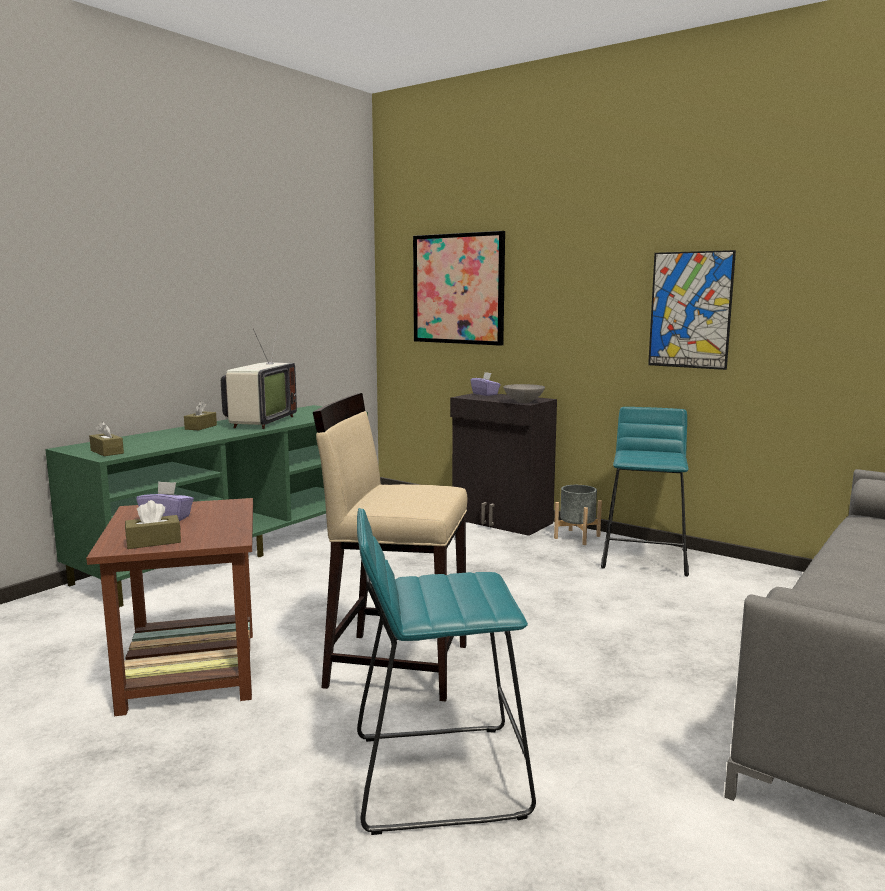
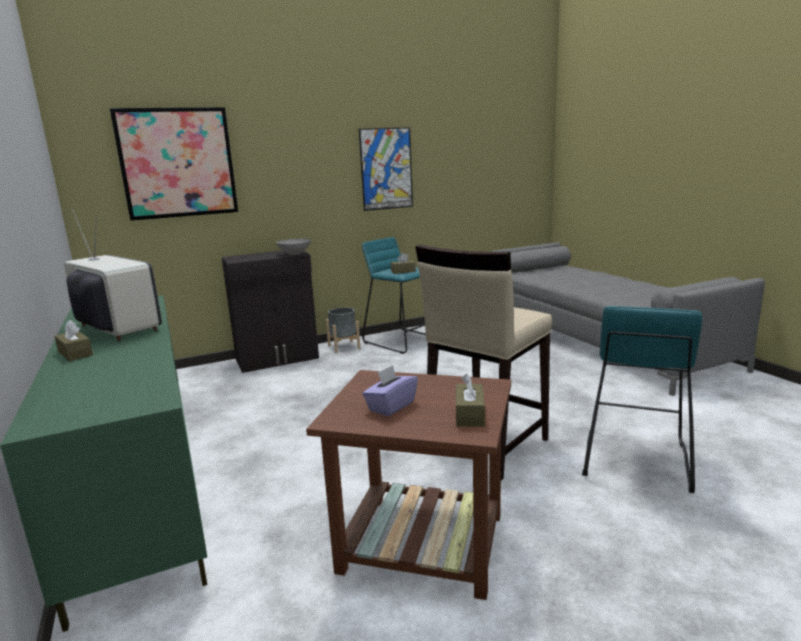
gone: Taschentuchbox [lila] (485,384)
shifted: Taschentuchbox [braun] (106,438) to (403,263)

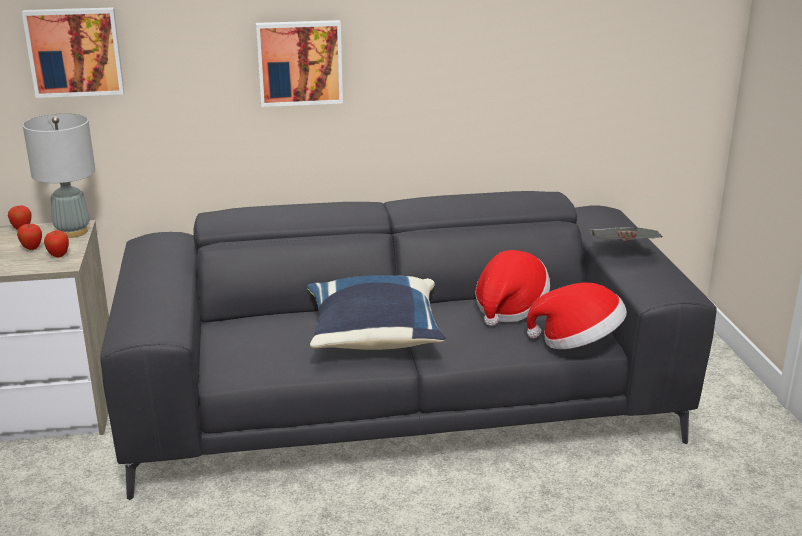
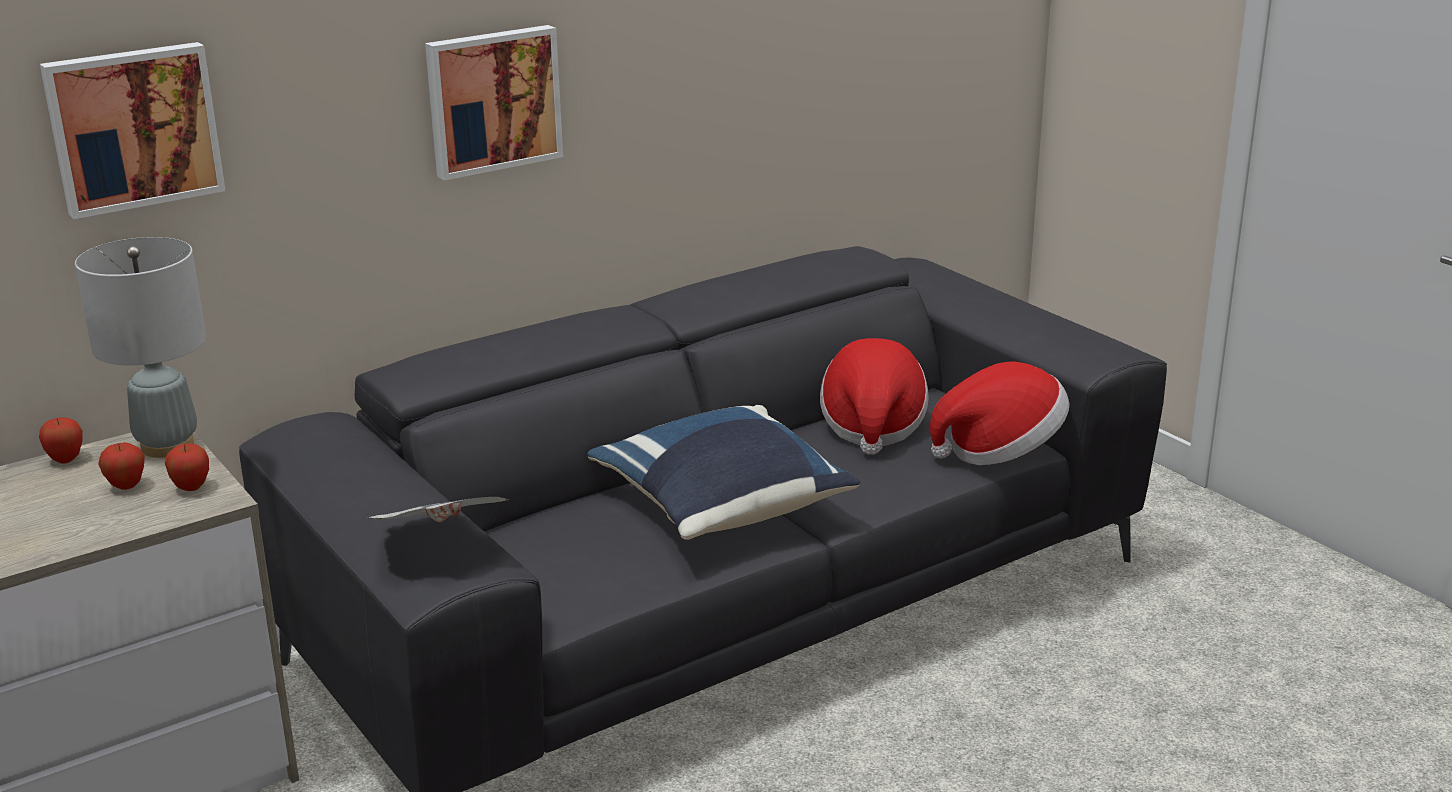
shifted: Zeitung (626,234) to (439,509)

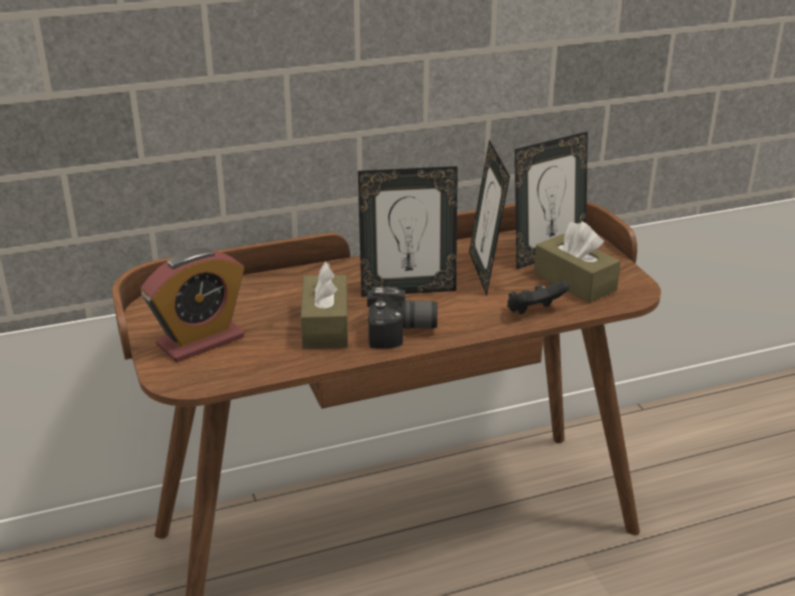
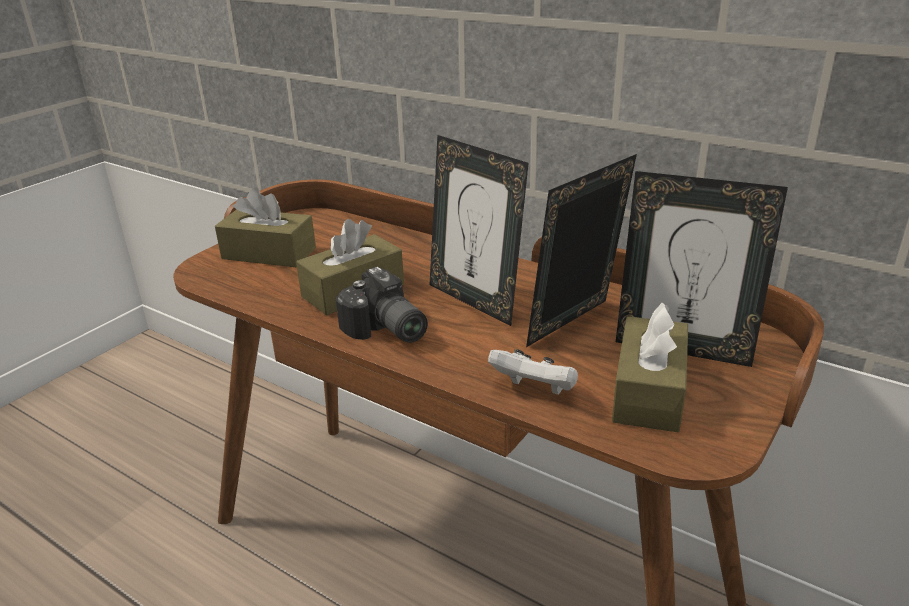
swapped: Wecker (192,305) to Taschentuchbox [braun] (265,227)
repainted: Gamepad [schwarz] (538,297) to Gamepad [weiß] (533,372)

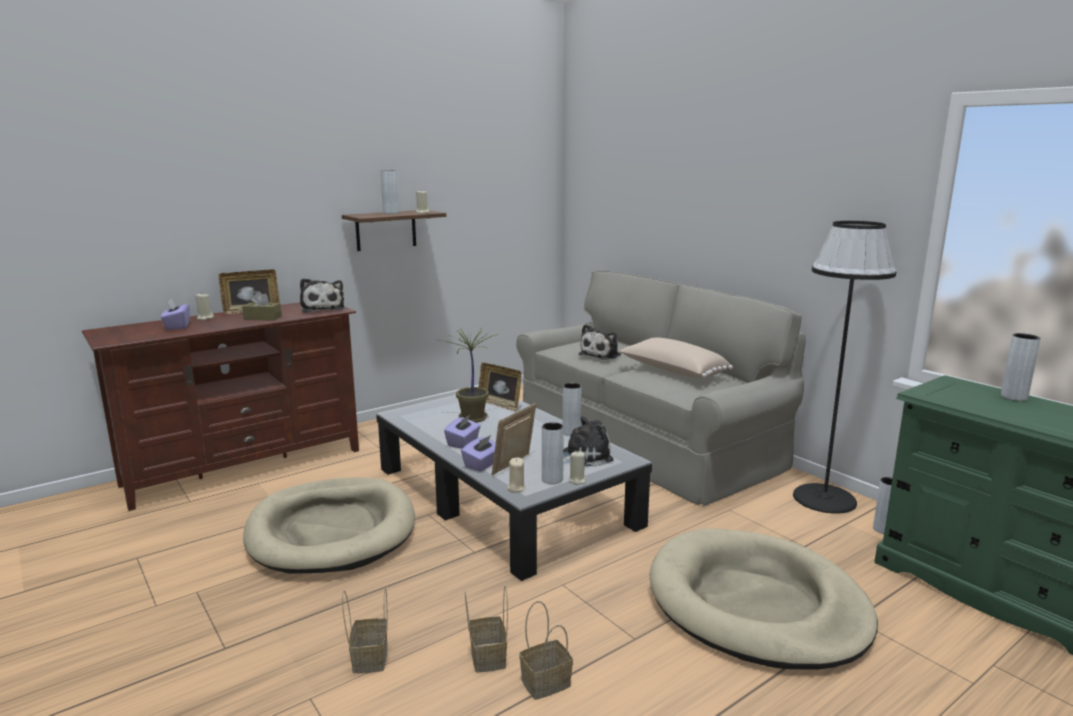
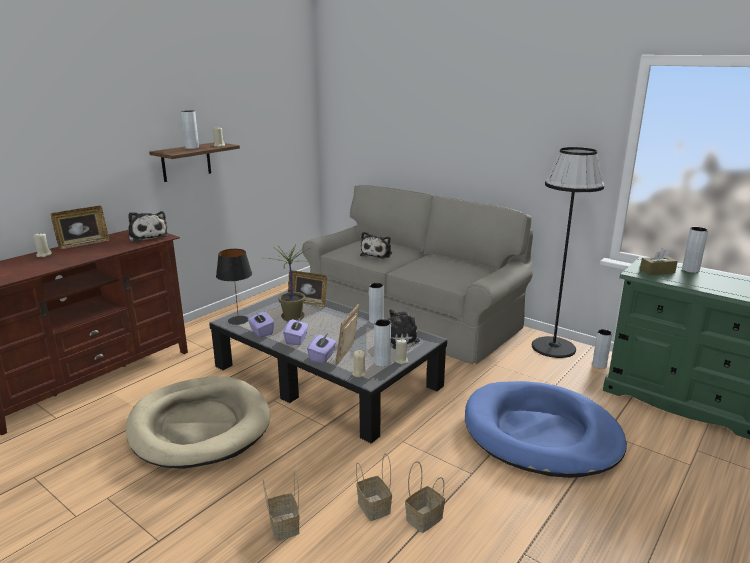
gone: Kissen [beige] (676,358)
new: Tischlampe [schwarz] (234,287)
shifted: Taschentuchbox [braun] (262,306) to (659,261); Taschentuchbox [lila] (175,314) to (261,324)
repainted: Hundebett [beige] (764,599) to Hundebett [blau] (546,429)

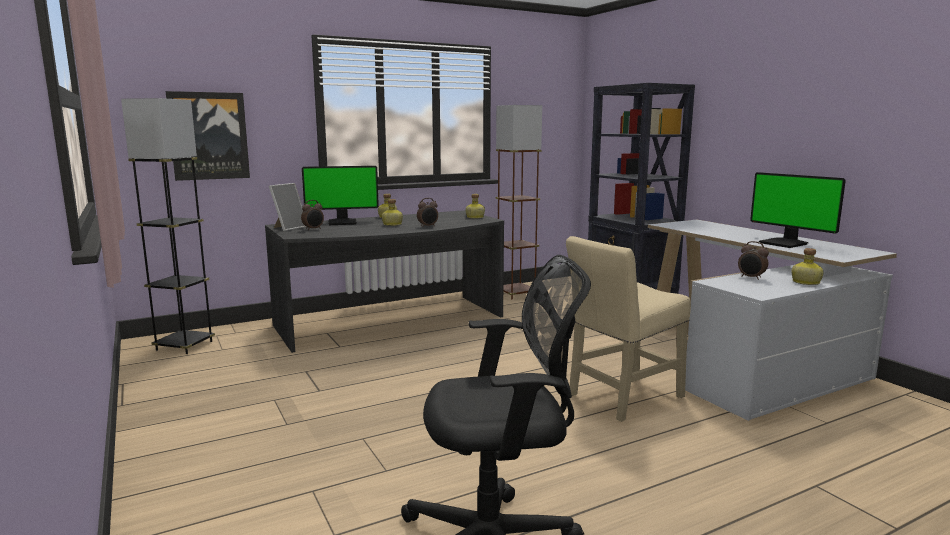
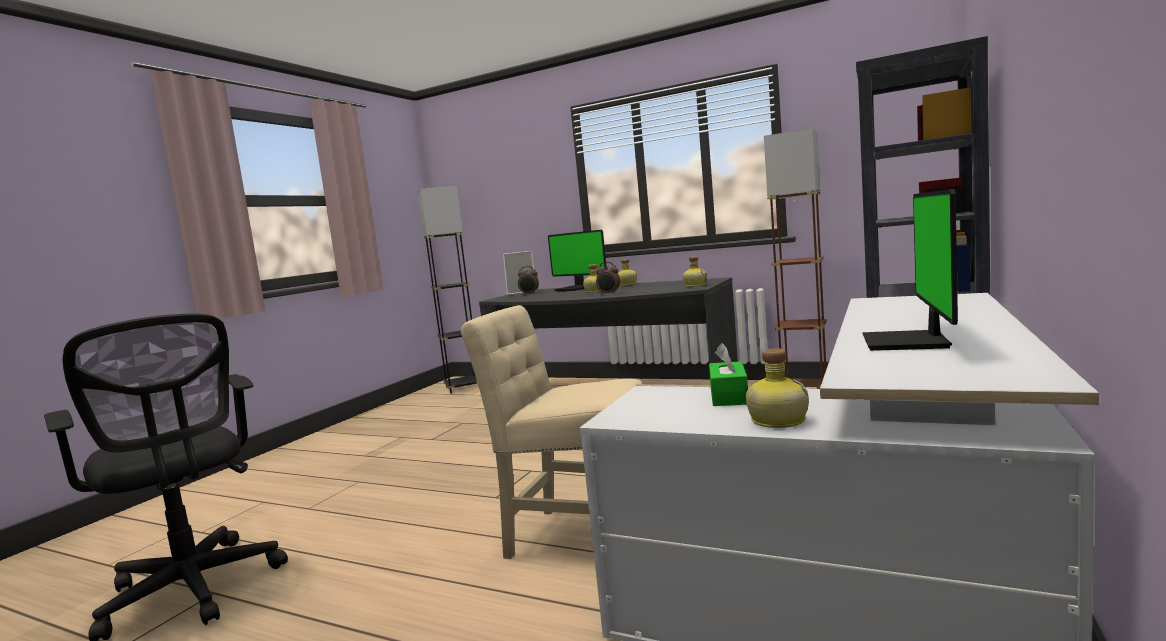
gone: Bild (208,136)
swapped: Wecker (753,260) to Taschentuchbox [grün] (728,374)

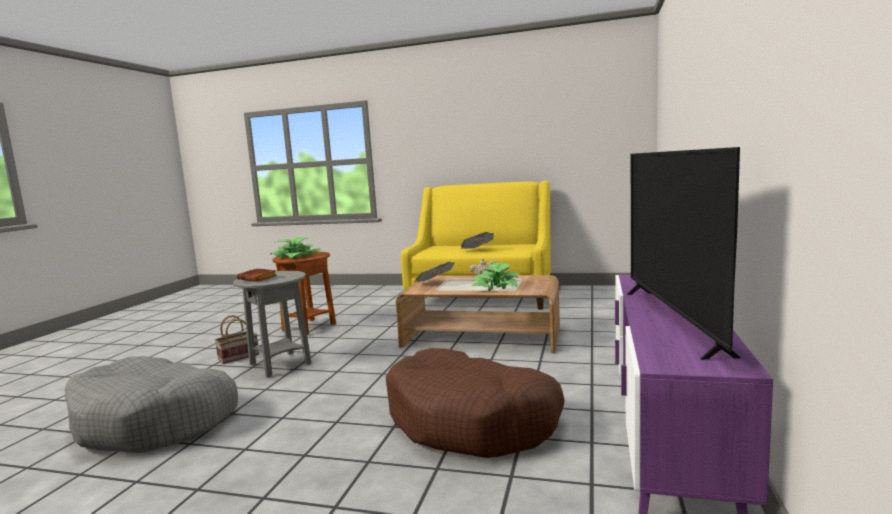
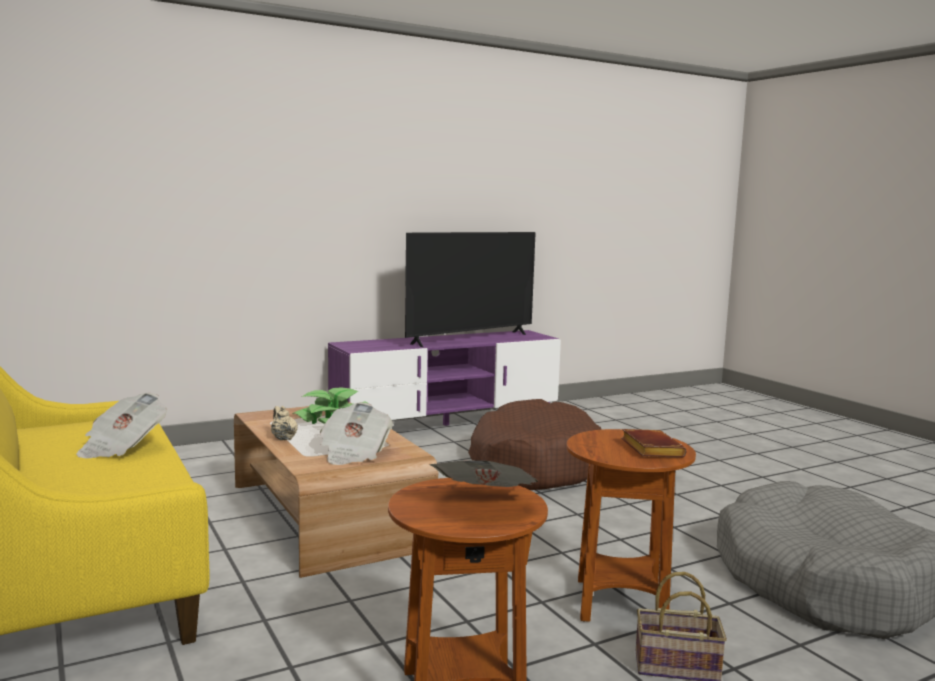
swapped: Topfpflanze (295,248) to Zeitung (483,473)
repainted: Beistelltisch [grau] (272,324) to Beistelltisch [braun] (631,525)

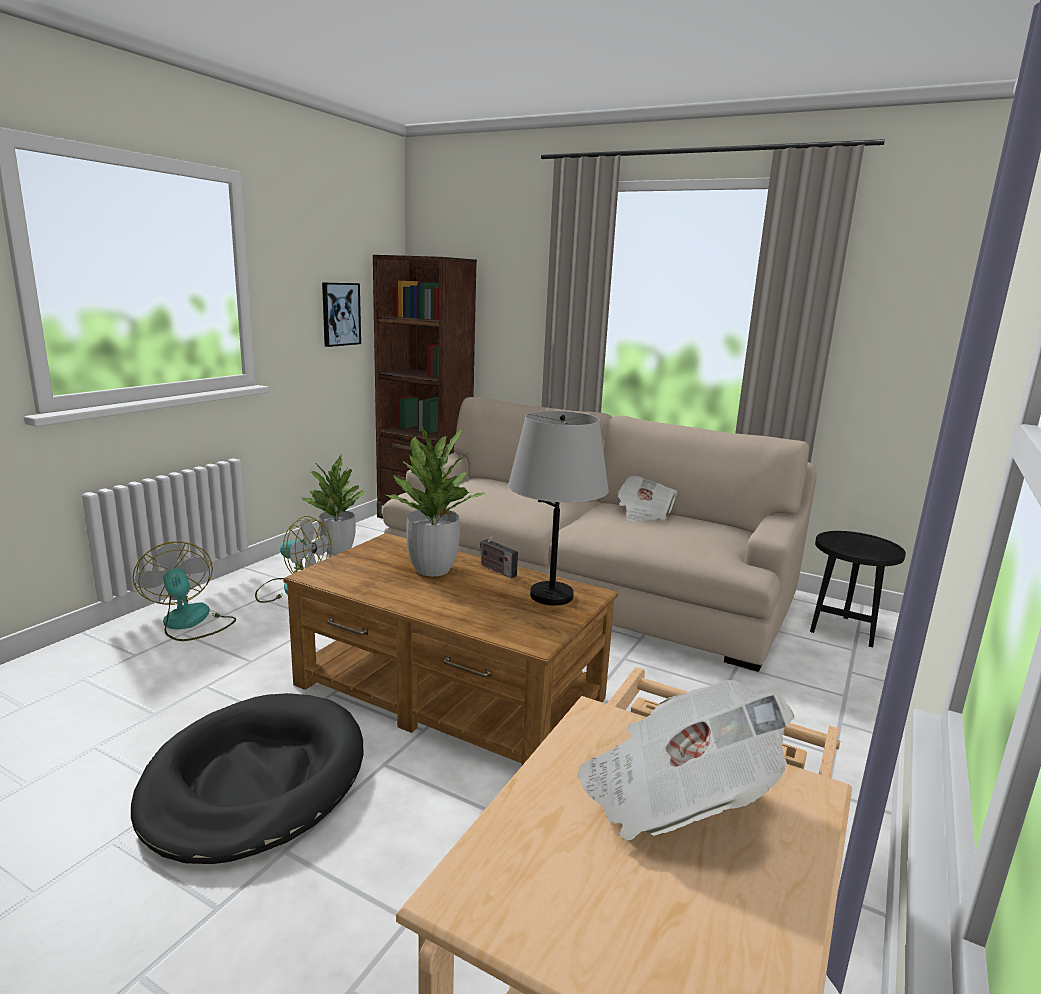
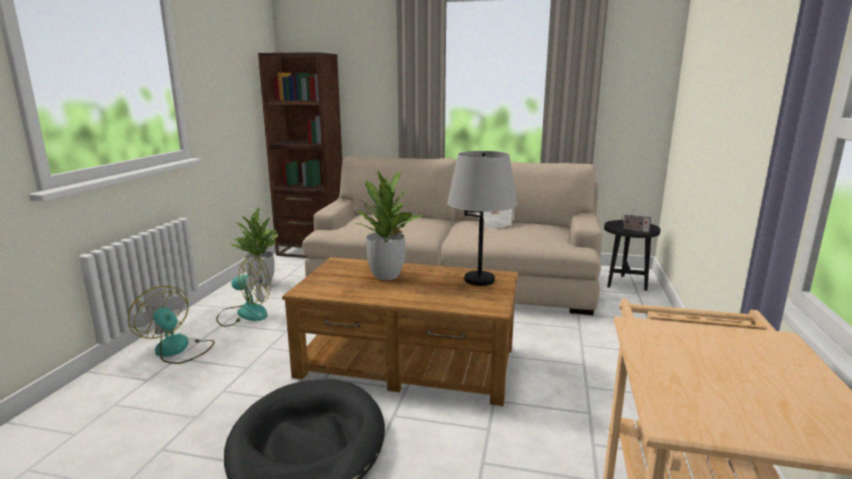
gone: Bild (341,314); Zeitung (685,760)
shifted: Radio (499,554) to (636,220)

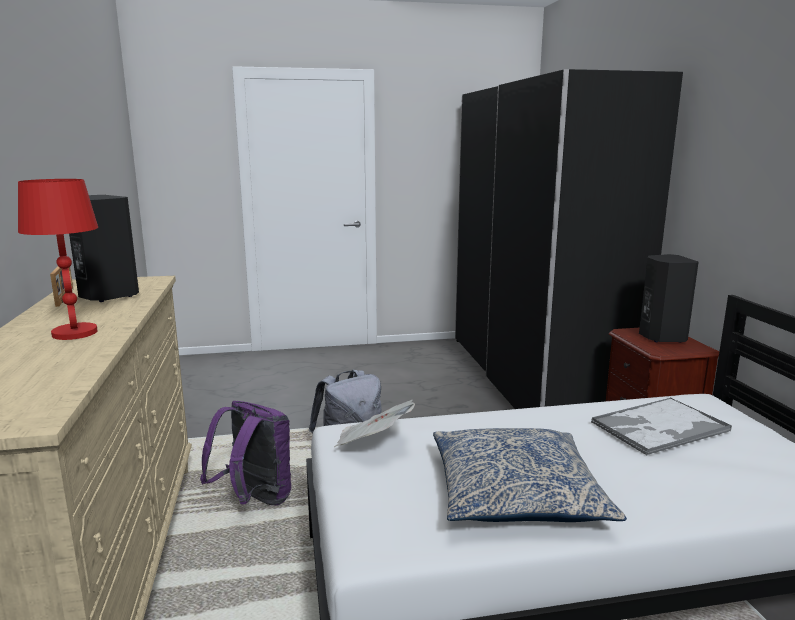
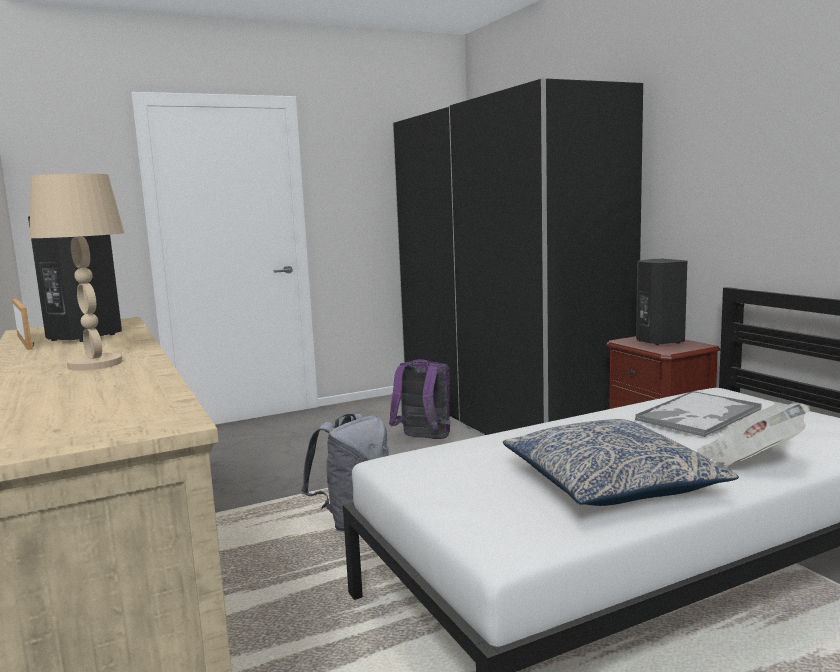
shifted: Zeitung (374,423) to (753,434); Rucksack [lila] (245,453) to (420,399)
repainted: Tischlampe [rot] (58,259) to Tischlampe [beige] (77,272)

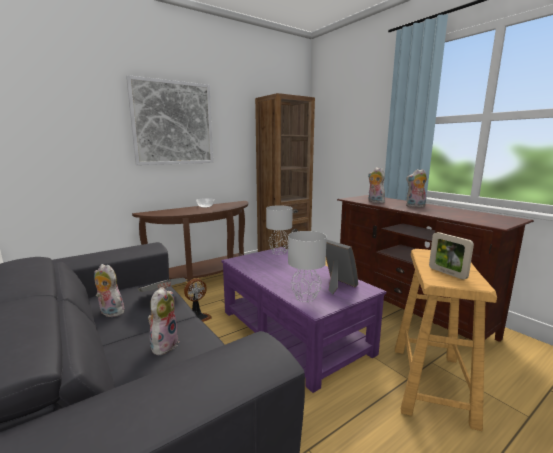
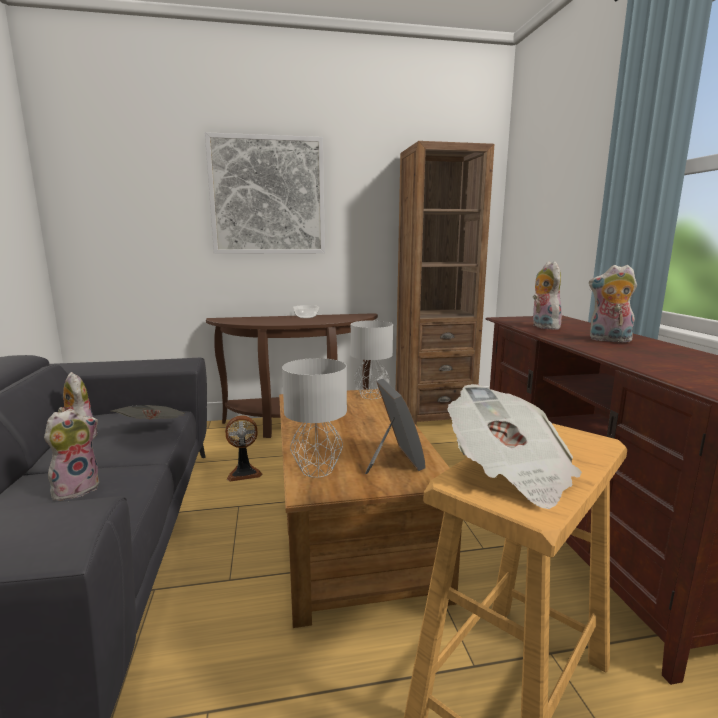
swapped: Bilderrahmen (451,255) to Zeitung (514,446)
repainted: Couchtisch [lila] (303,320) to Couchtisch [braun] (370,508)

